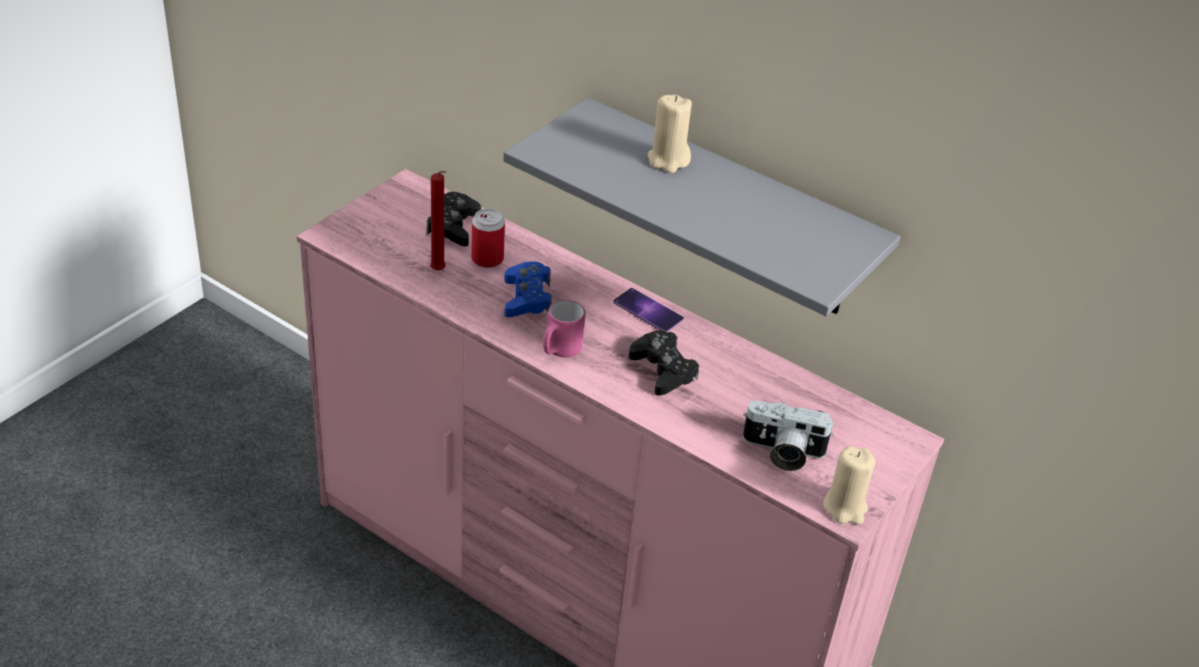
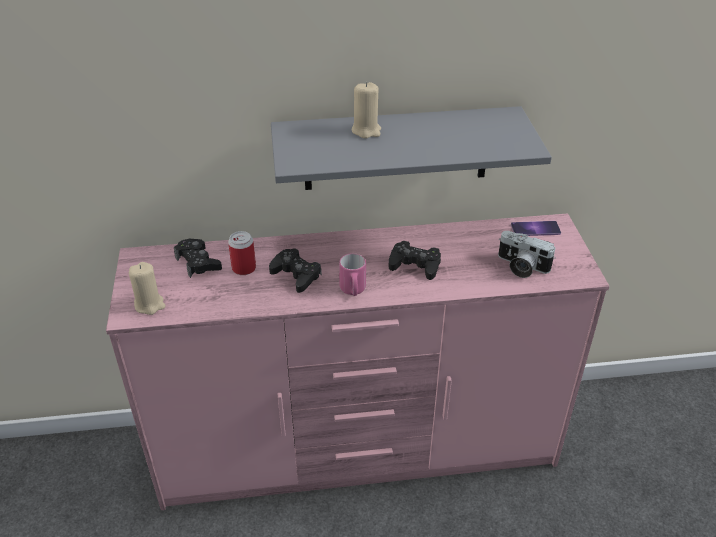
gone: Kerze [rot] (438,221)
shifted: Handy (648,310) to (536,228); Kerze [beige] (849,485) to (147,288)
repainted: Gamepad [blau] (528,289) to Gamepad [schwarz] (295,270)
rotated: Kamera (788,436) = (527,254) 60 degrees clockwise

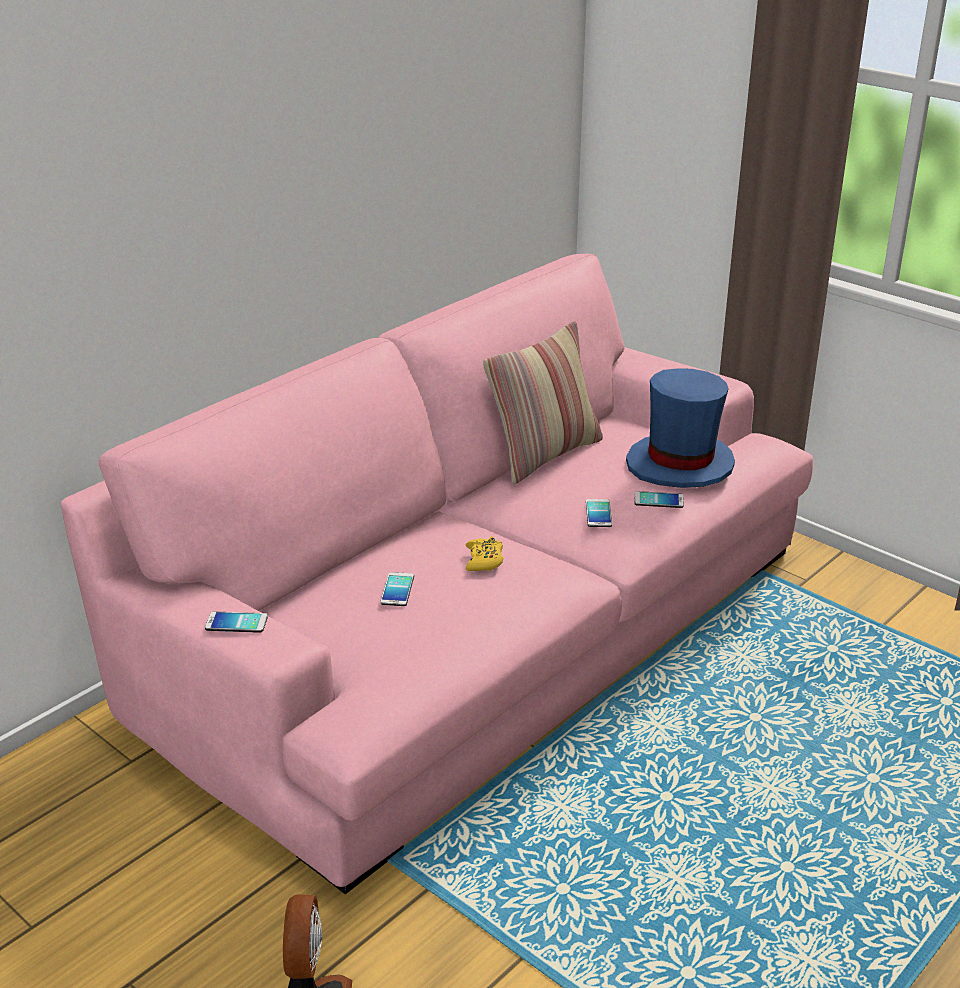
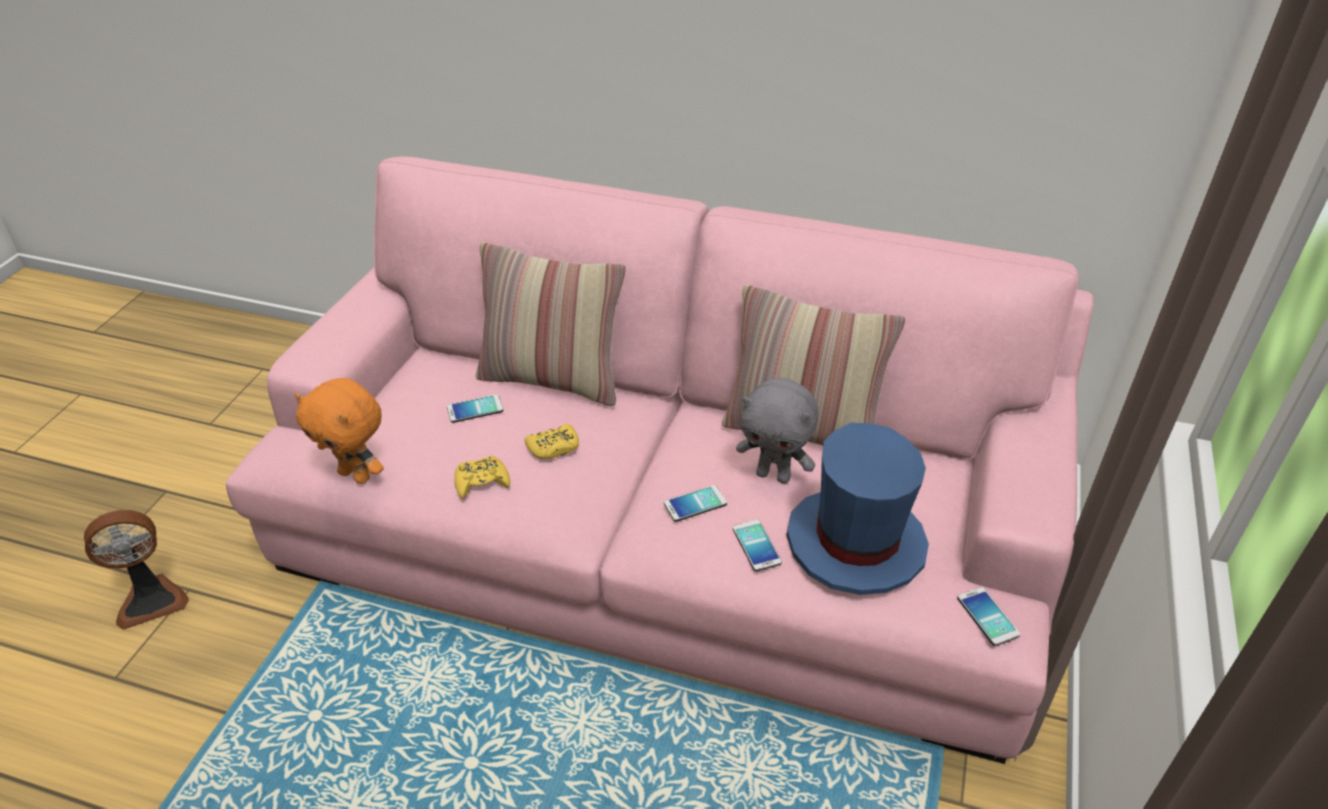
new: Kissen (551,324); Plüschtier [orange] (339,431); Plüschtier [grau] (777,431); Gamepad [gelb] (482,477)
shifted: Handy (236,622) to (988,616)

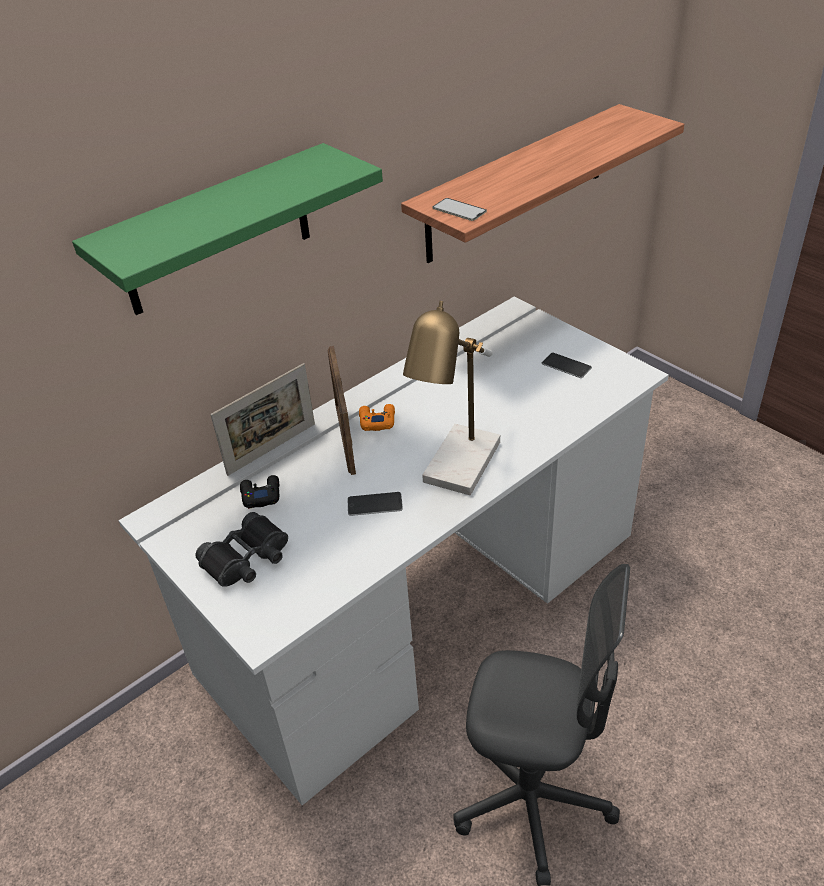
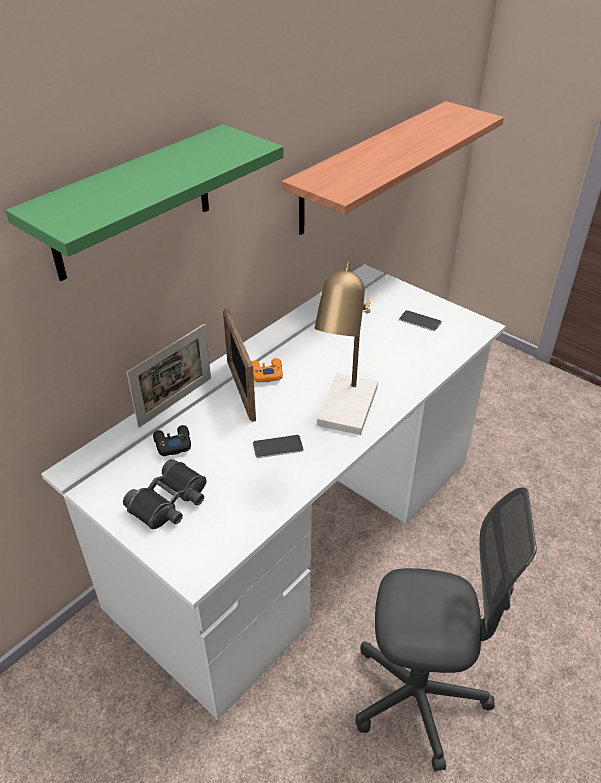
gone: Handy (460,209)

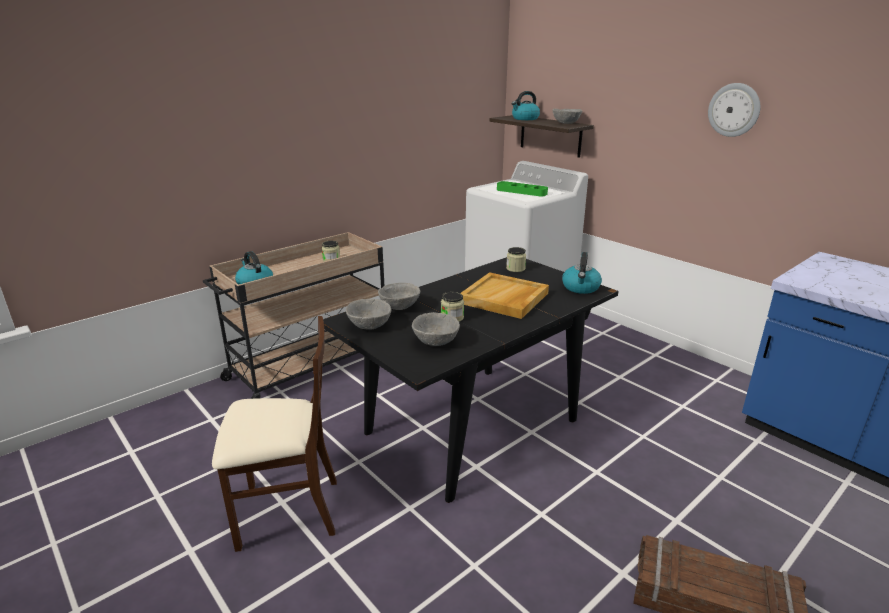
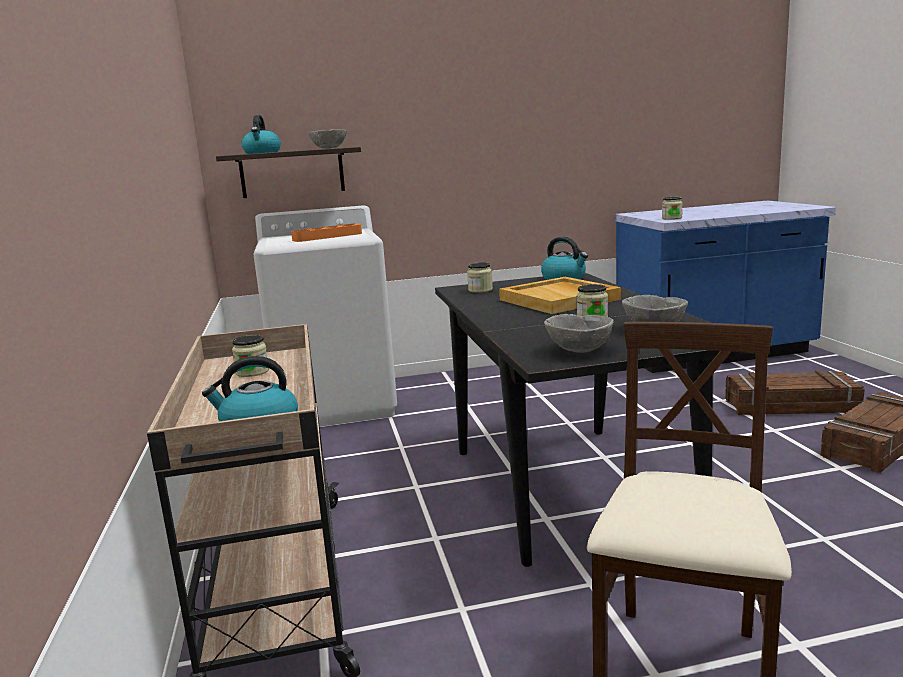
gone: Wanduhr (734,110); Schüssel [grau] (399,296)
new: Vorratsglas (672,208); Kiste (795,392)
repainted: Tablett [grün] (522,189) to Tablett [orange] (326,232)

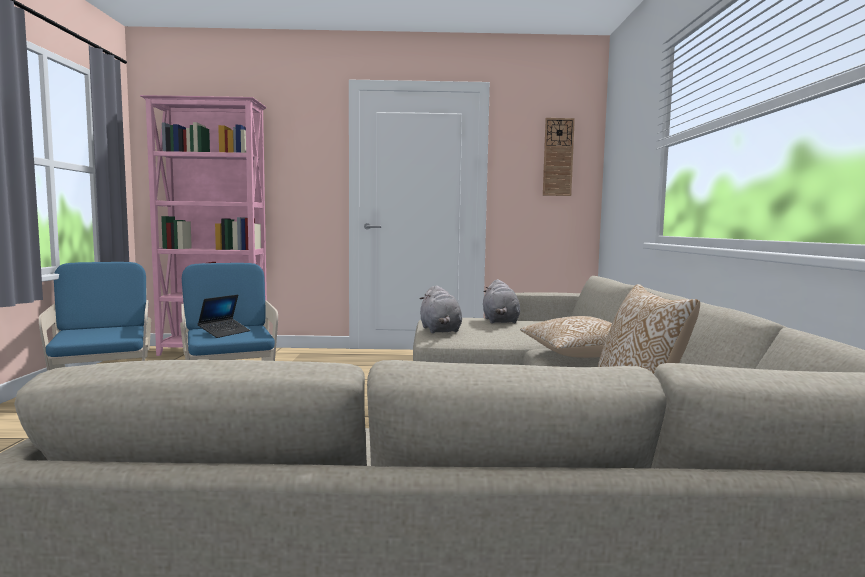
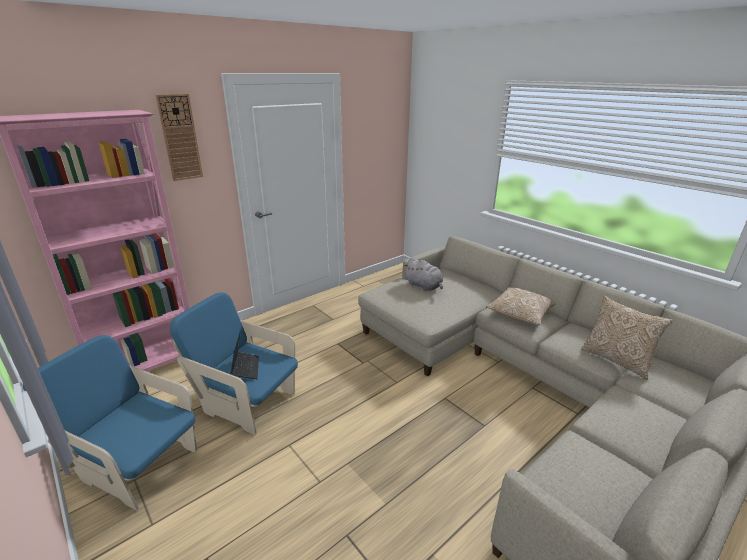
gone: Plüschtier [grau] (441,309)
shifted: Wanduhr (559,157) to (179,137)

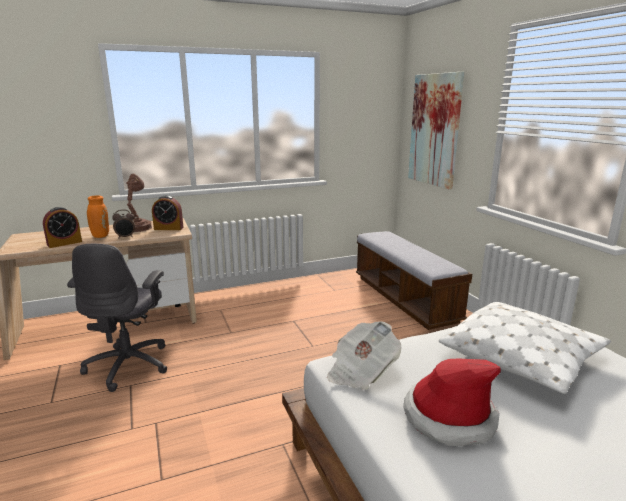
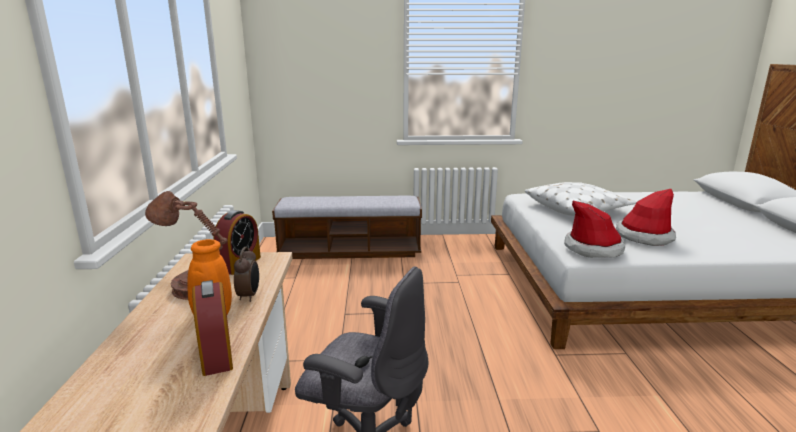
gone: Bild (436,130)
swapped: Zeitung (364,355) to Hut (594,229)

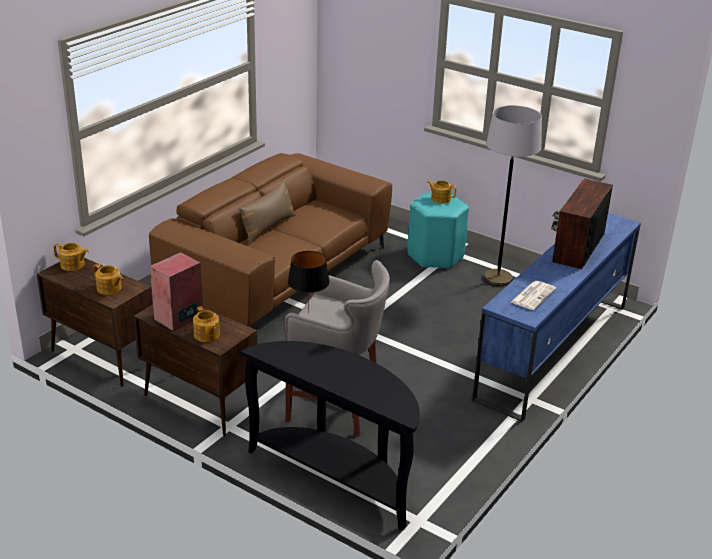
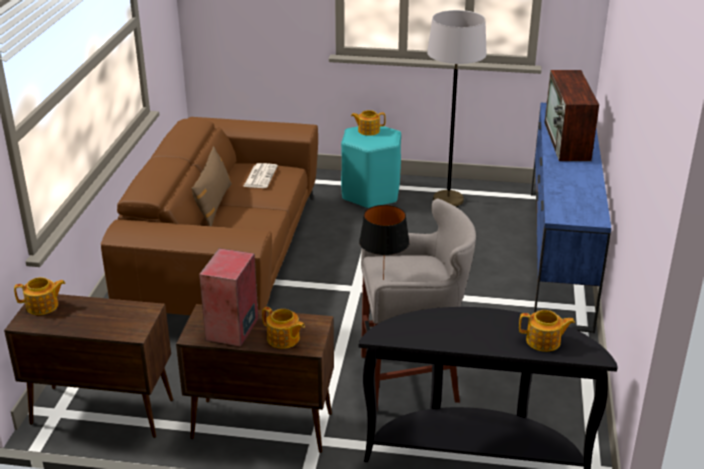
shifted: Teekanne (108,279) to (547,331); Zeitung (533,295) to (260,175)

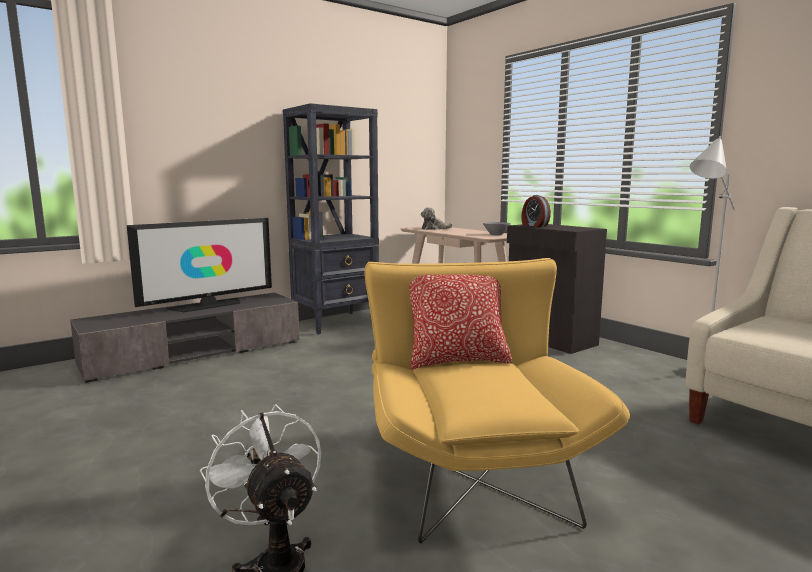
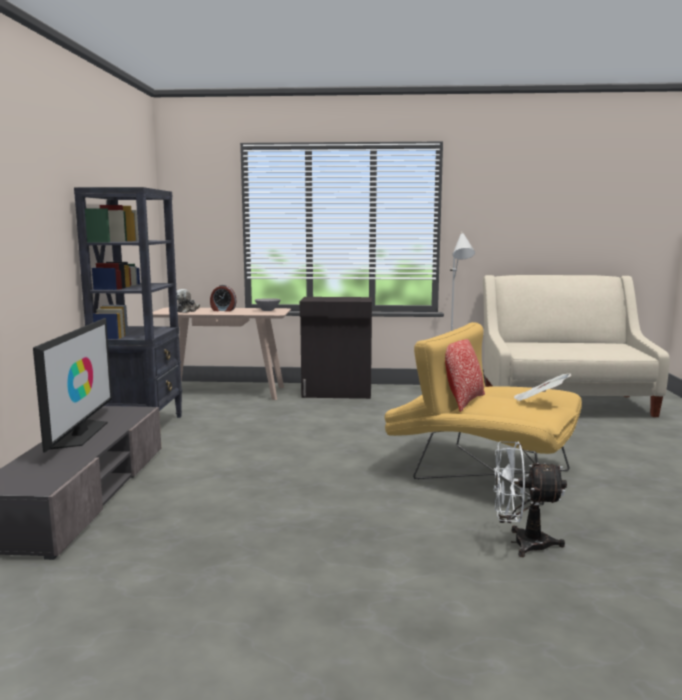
new: Zeitung (542,387)
shifted: Wecker (536,211) to (223,298)

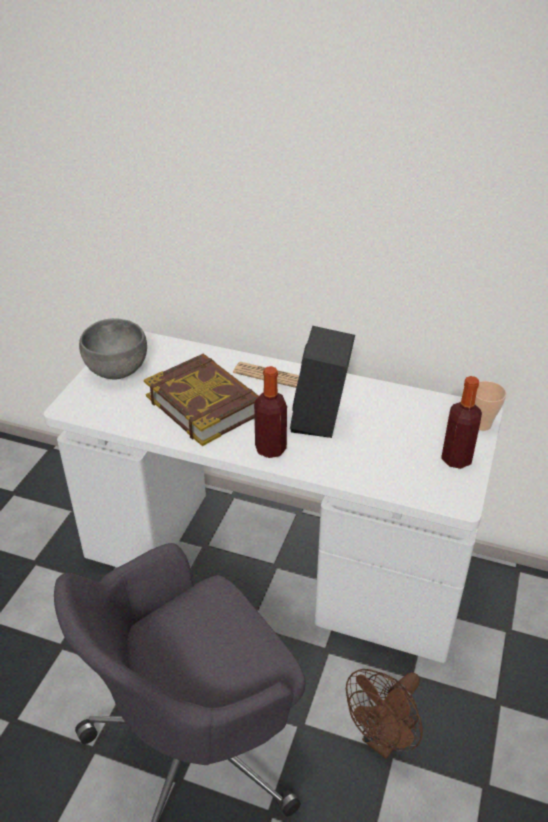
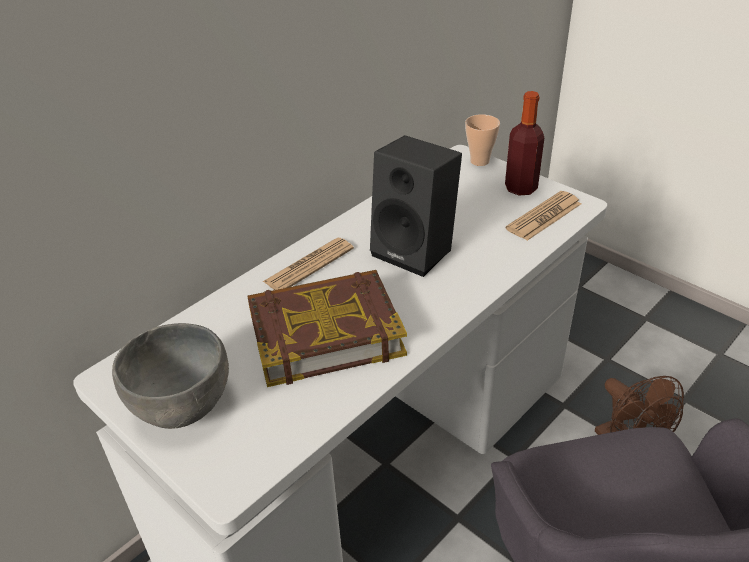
gone: Flasche (270,412)
new: Zeitung (543,216)

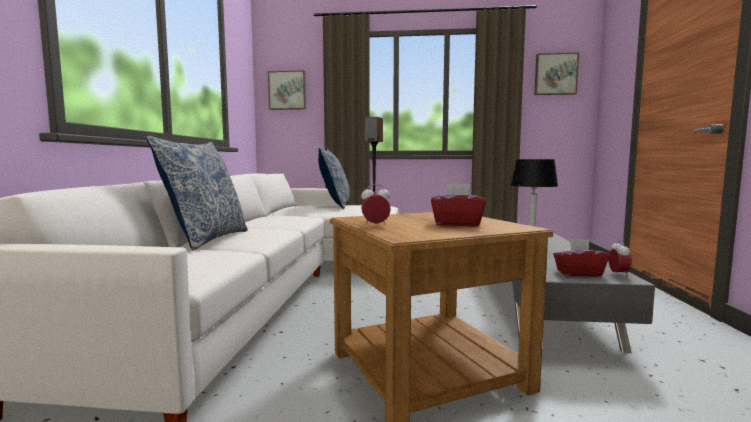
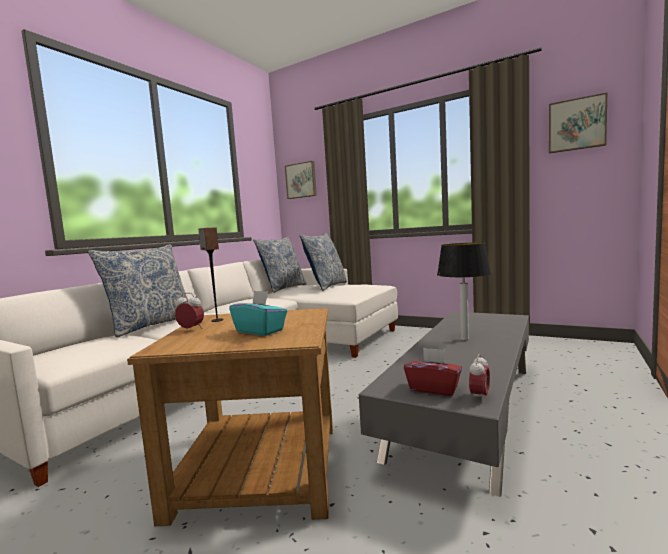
new: Kissen (280,265)
repainted: Taschentuchbox [rot] (458,205) to Taschentuchbox [türkis] (258,313)

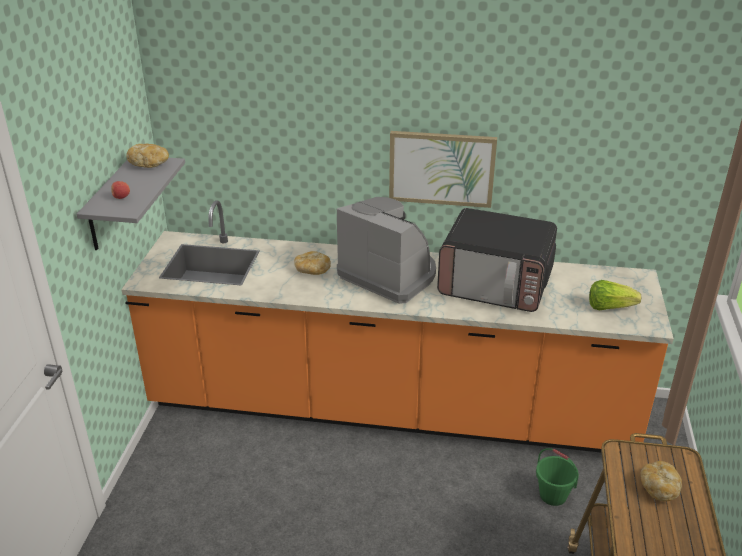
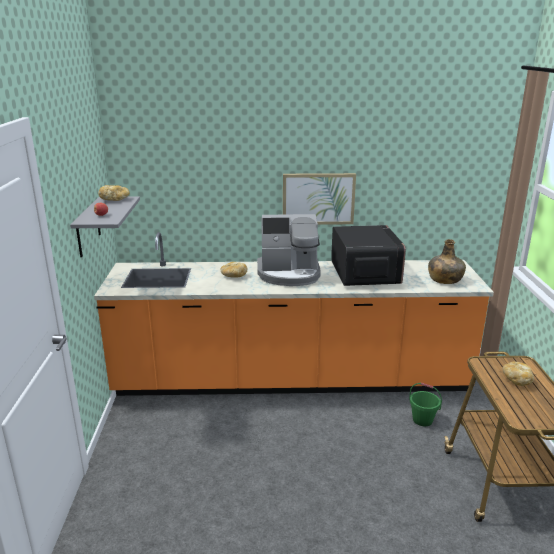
swapped: Salatkopf (615,295) to Flasche [grün] (447,261)
rotated: Kaffeemaschine (386,250) = (289,250) 150 degrees clockwise; Mikrowelle (497,260) = (368,255) 105 degrees counterclockwise

